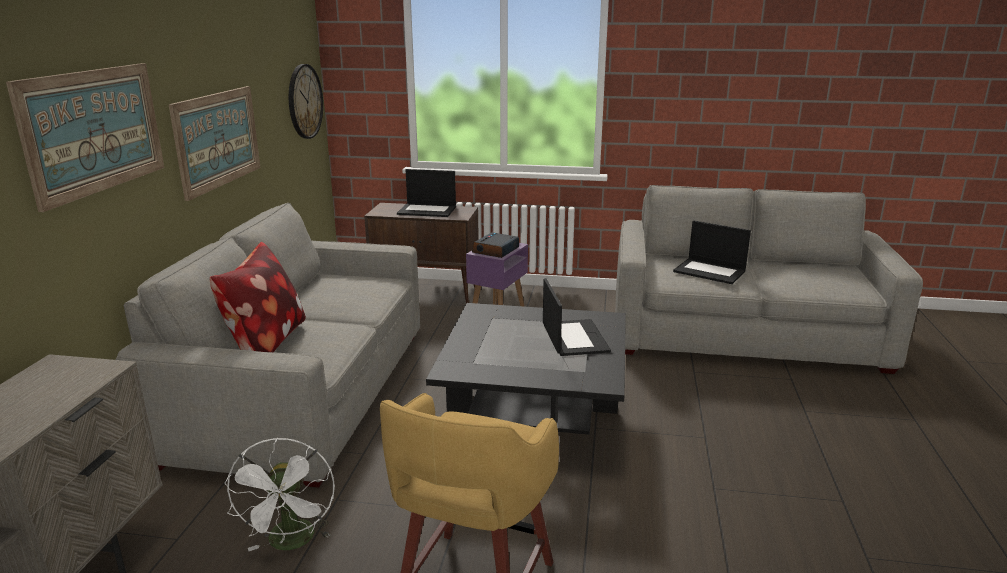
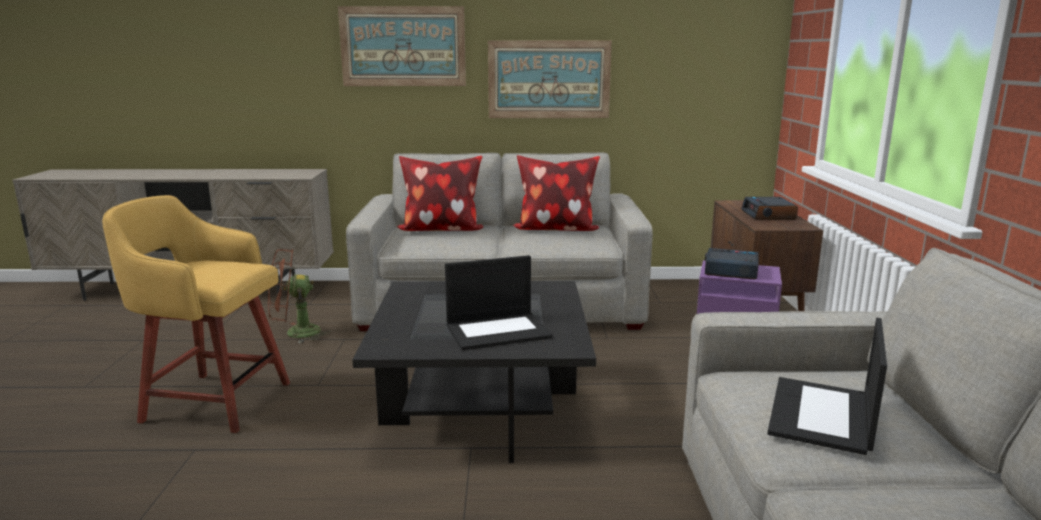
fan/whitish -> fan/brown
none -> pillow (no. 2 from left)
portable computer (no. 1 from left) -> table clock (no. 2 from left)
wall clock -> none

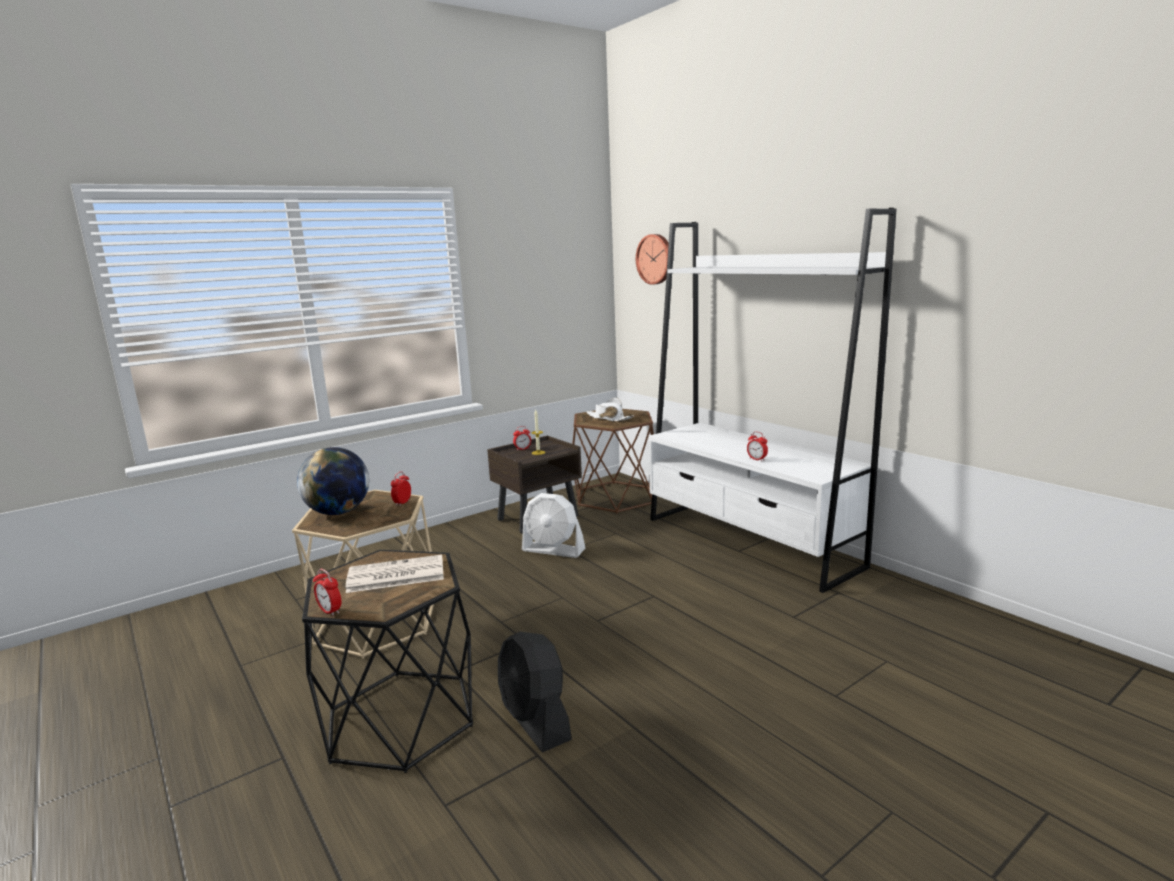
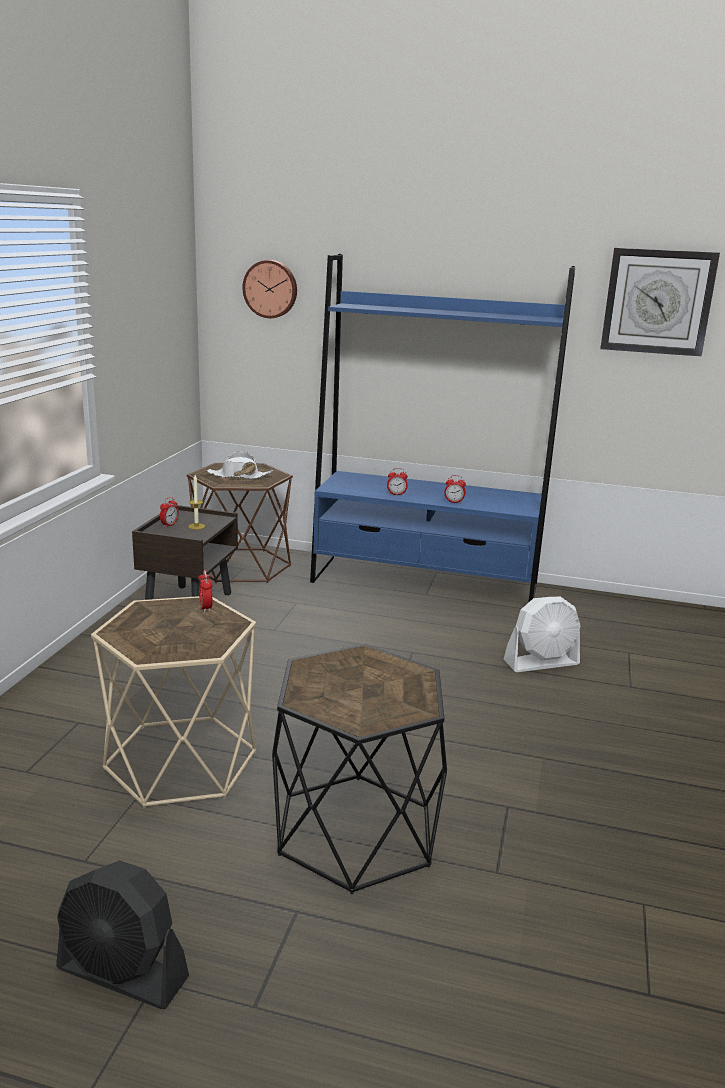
fan/blackish, relocated
bookcase/whitish -> bookcase/blue-coloured
table clock (no. 1 from left in the first image) -> table clock (no. 3 from left), relocated
fan/whitish, relocated
none -> wall clock (no. 2 from left)
desk globe -> none
daily paper -> none

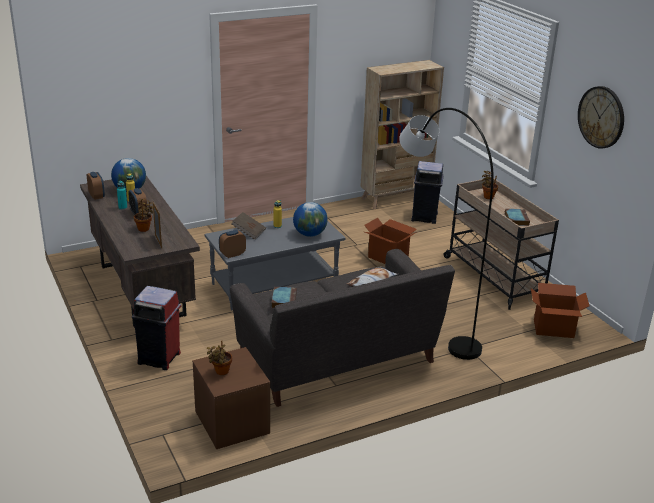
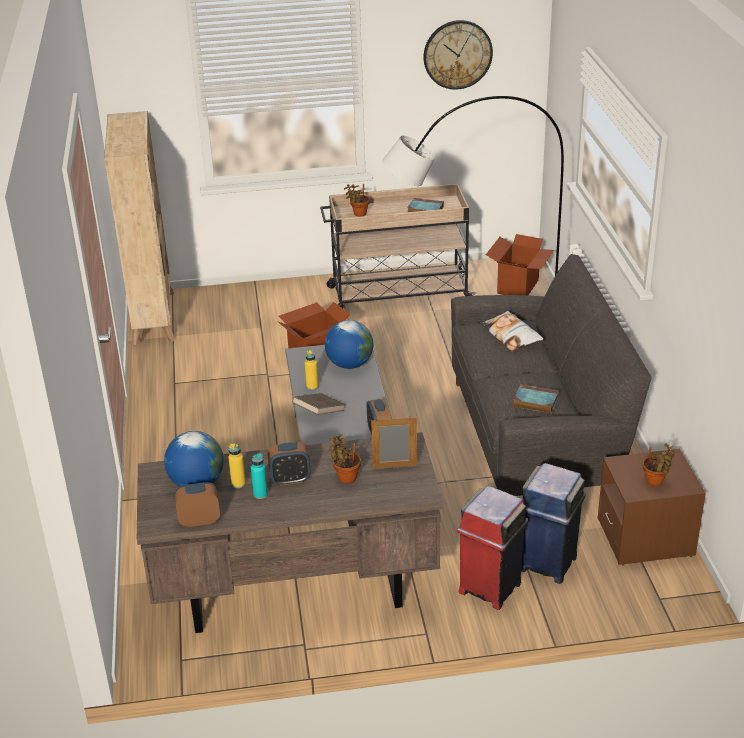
rubbish bin/blue-coloured, relocated

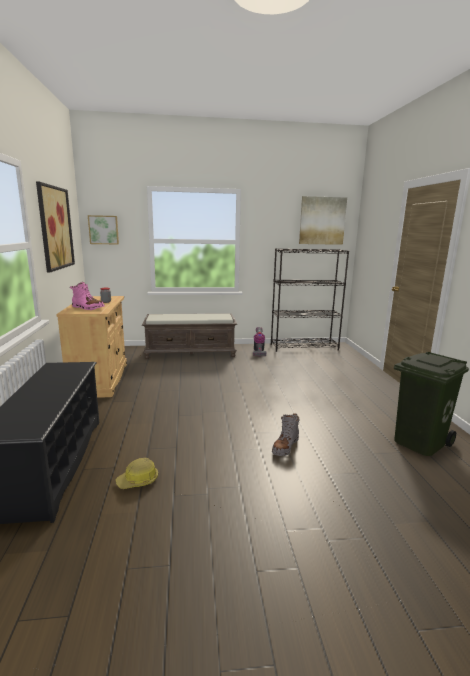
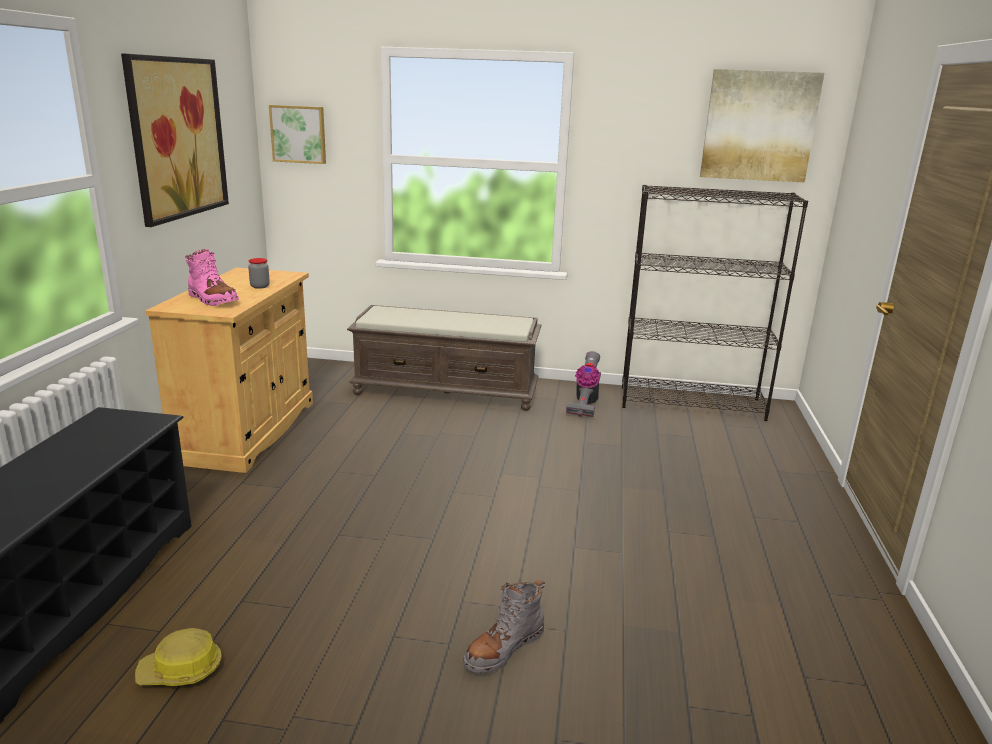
rubbish bin/greenish -> none

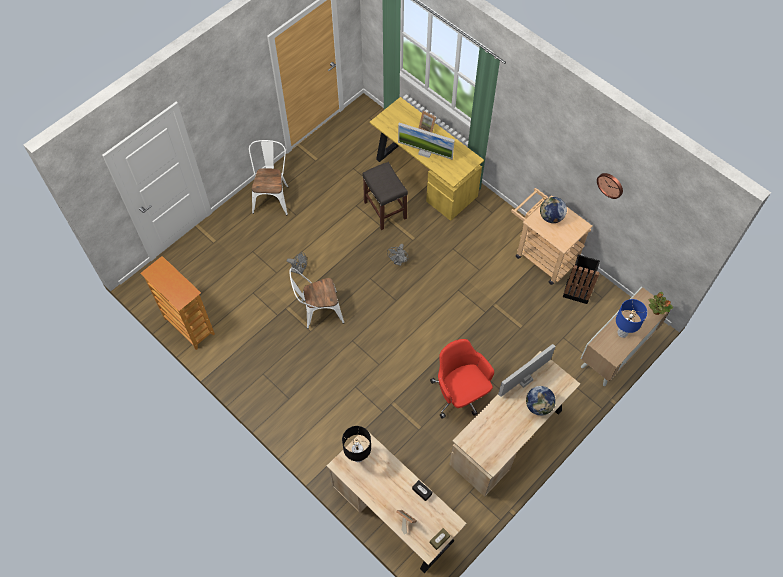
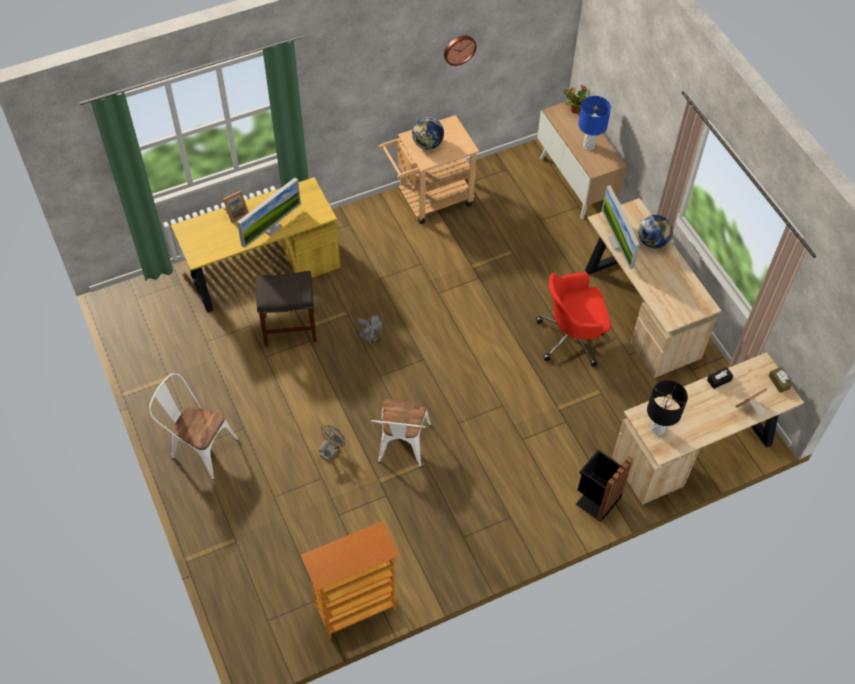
rubbish bin/blackish, relocated

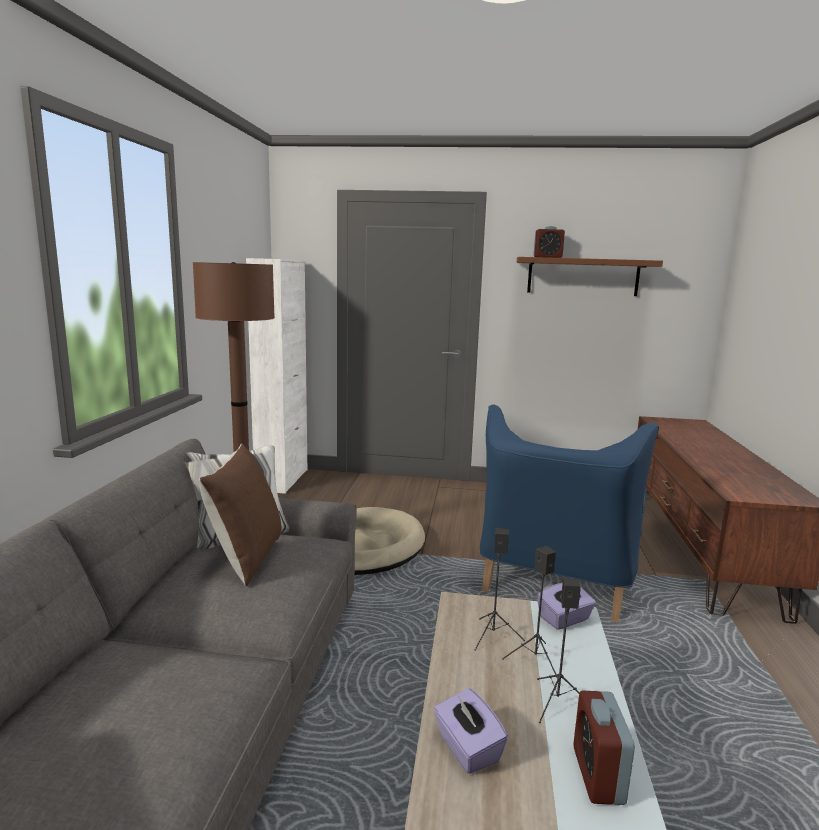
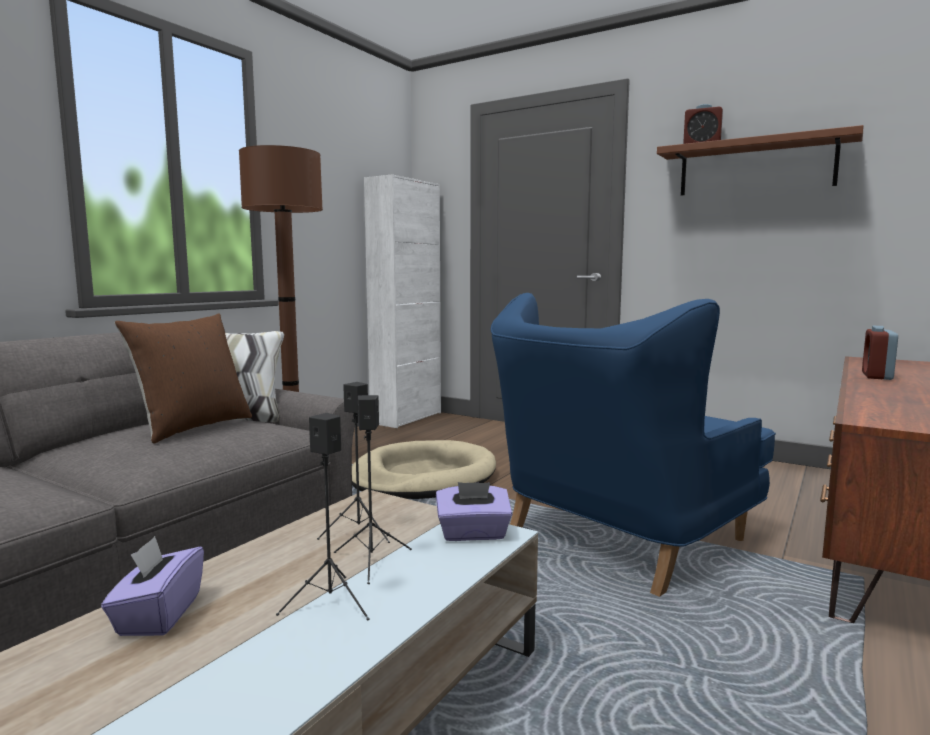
table clock (no. 2 from left), relocated

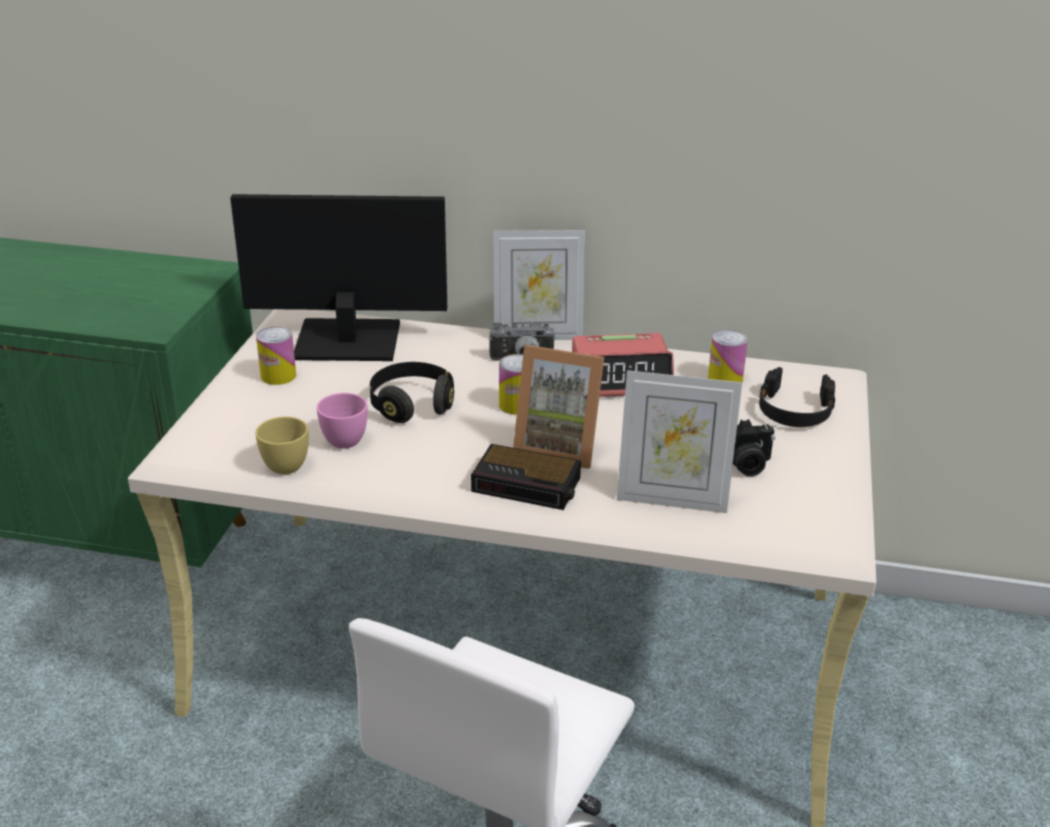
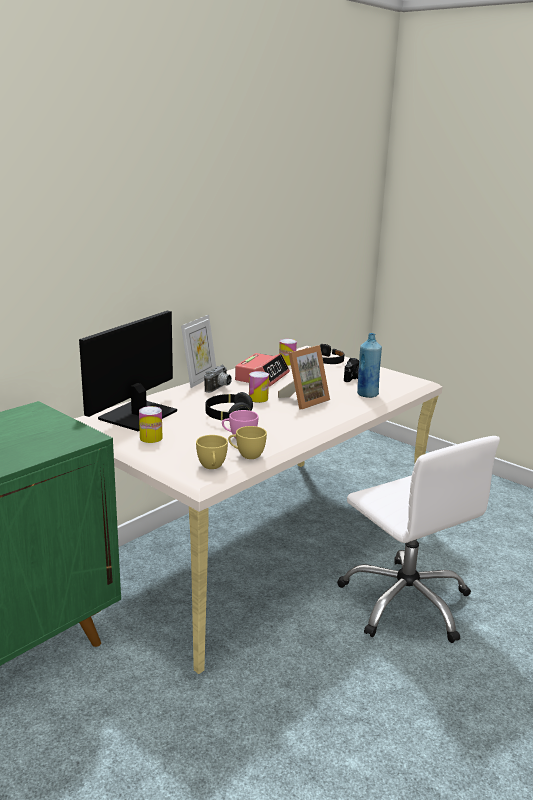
none -> small cup/yellow-coloured (no. 1 from left)
photo frame (no. 3 from left) -> bottle/blue-coloured
table clock (no. 1 from left) -> none

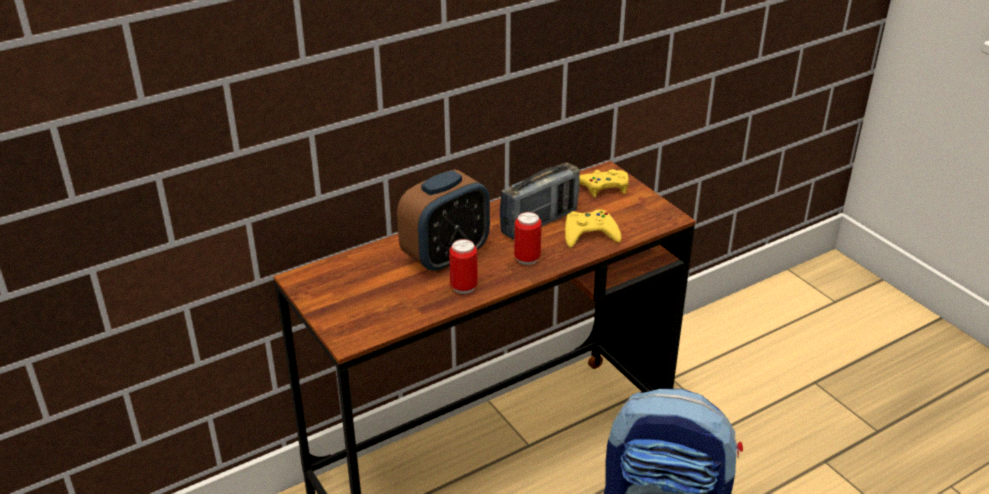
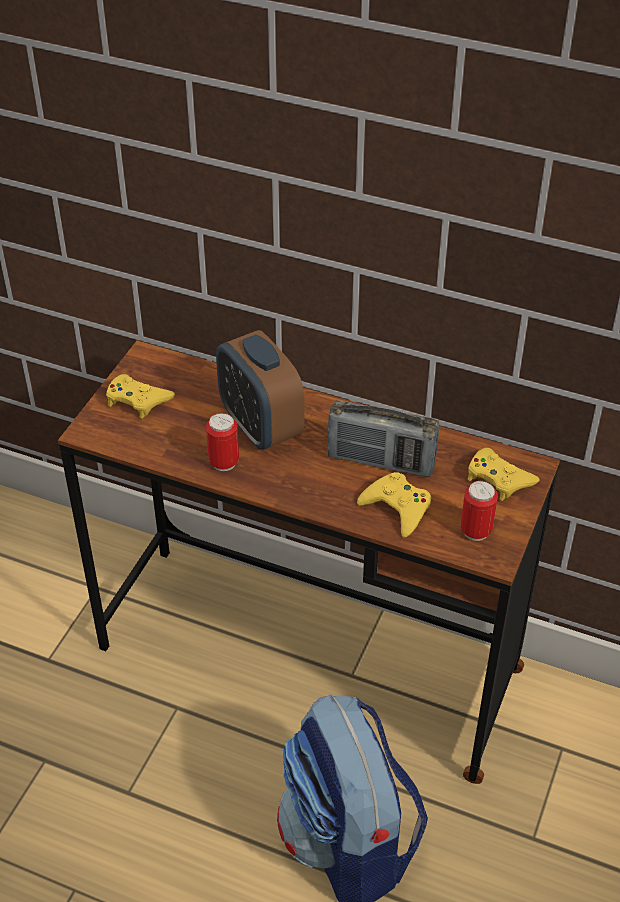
none -> joypad/yellow-coloured (no. 1 from left)
table clock, 45 degrees clockwise
can (no. 2 from left), relocated

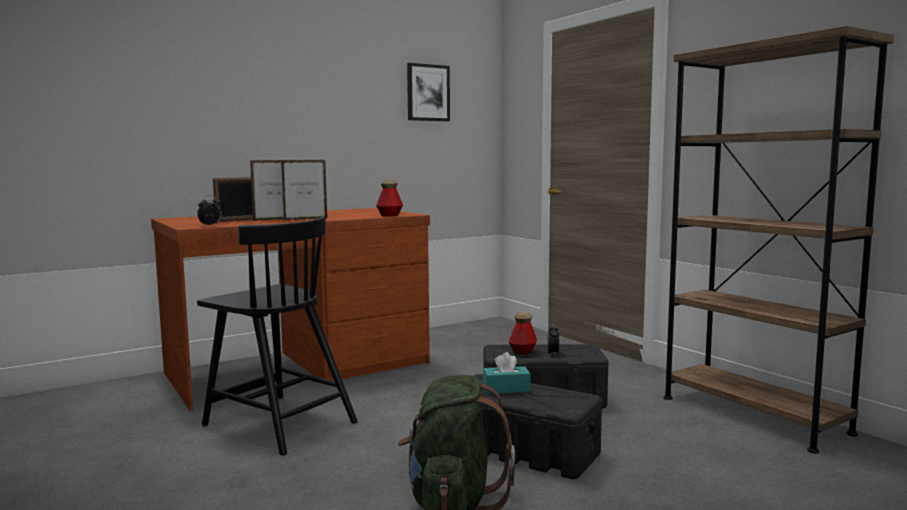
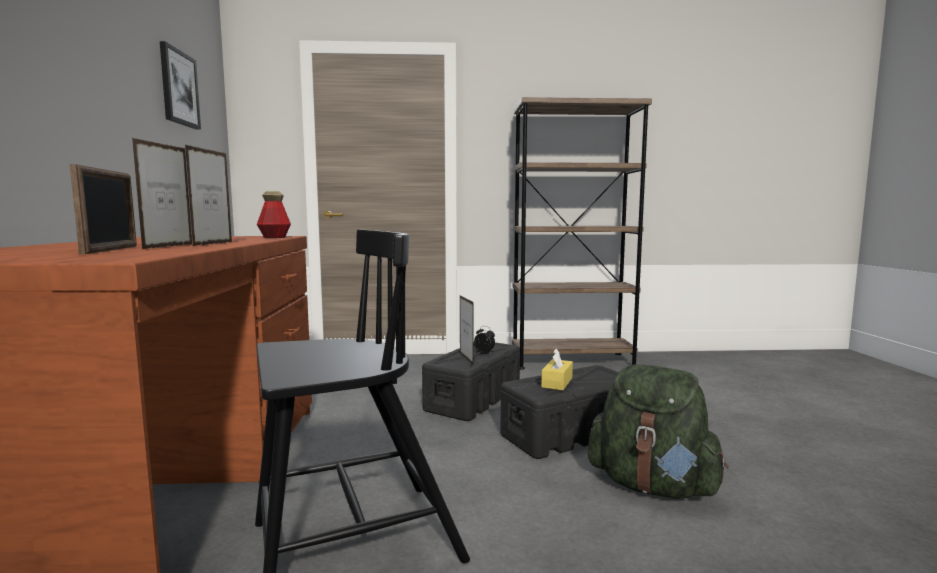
bottle (no. 2 from left) -> photo frame (no. 4 from left)
box of tissues/turquoise -> box of tissues/yellow-coloured
table clock (no. 1 from left) -> none

